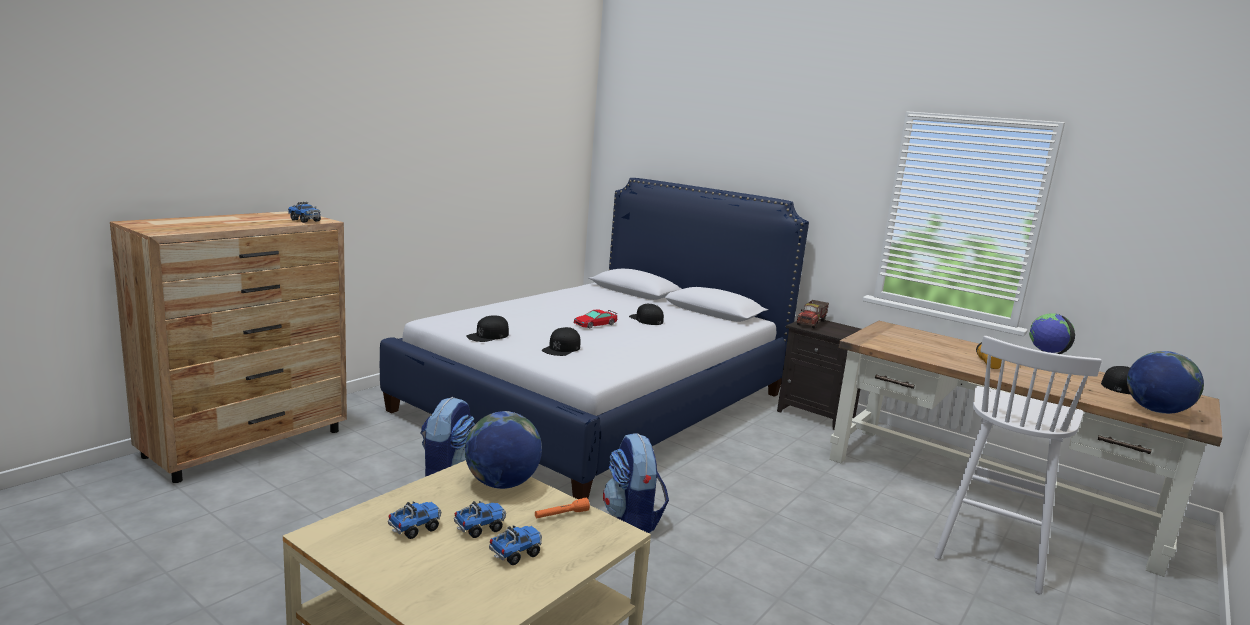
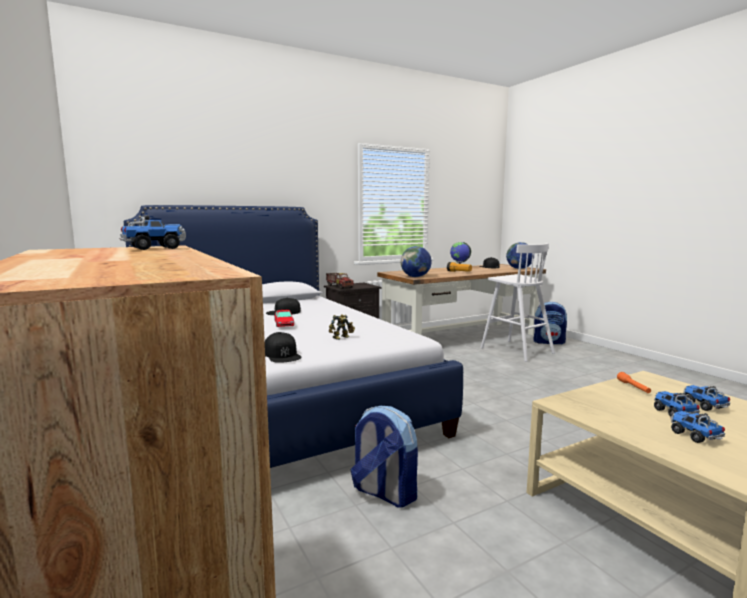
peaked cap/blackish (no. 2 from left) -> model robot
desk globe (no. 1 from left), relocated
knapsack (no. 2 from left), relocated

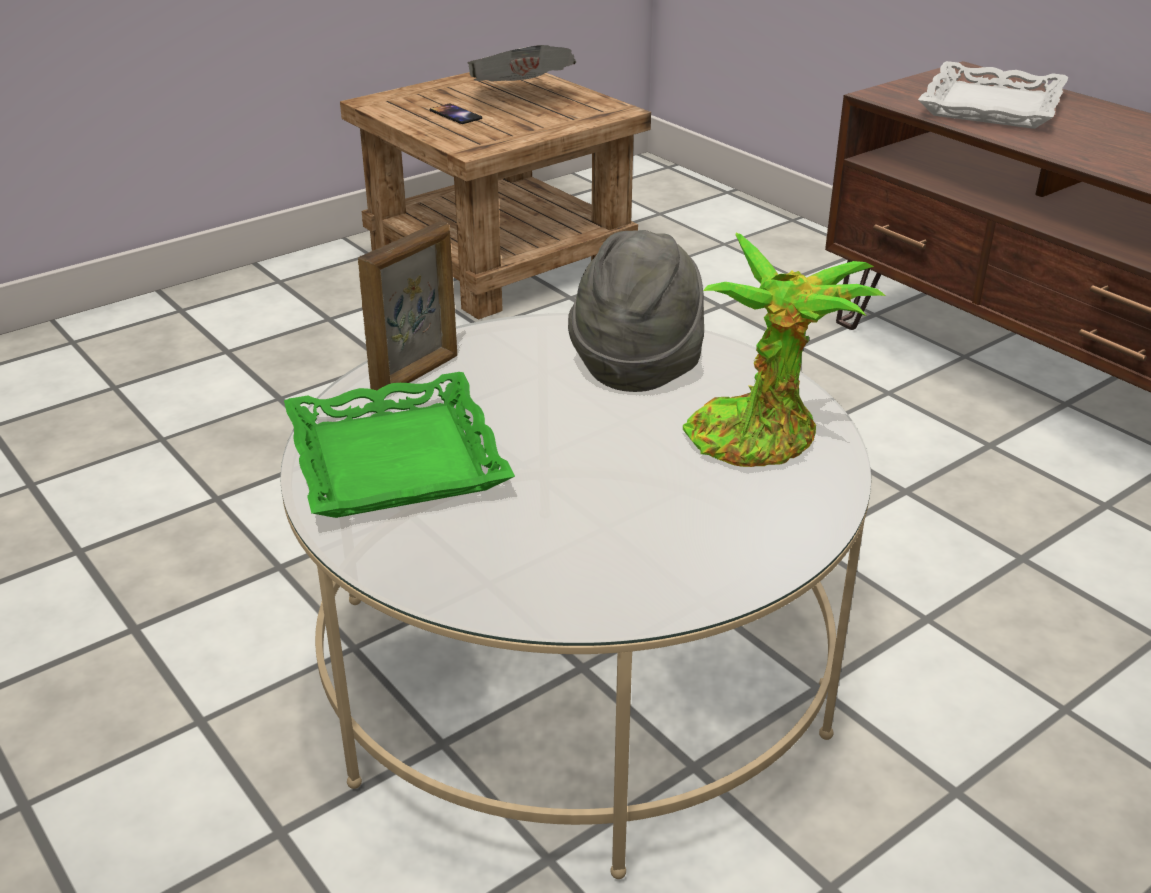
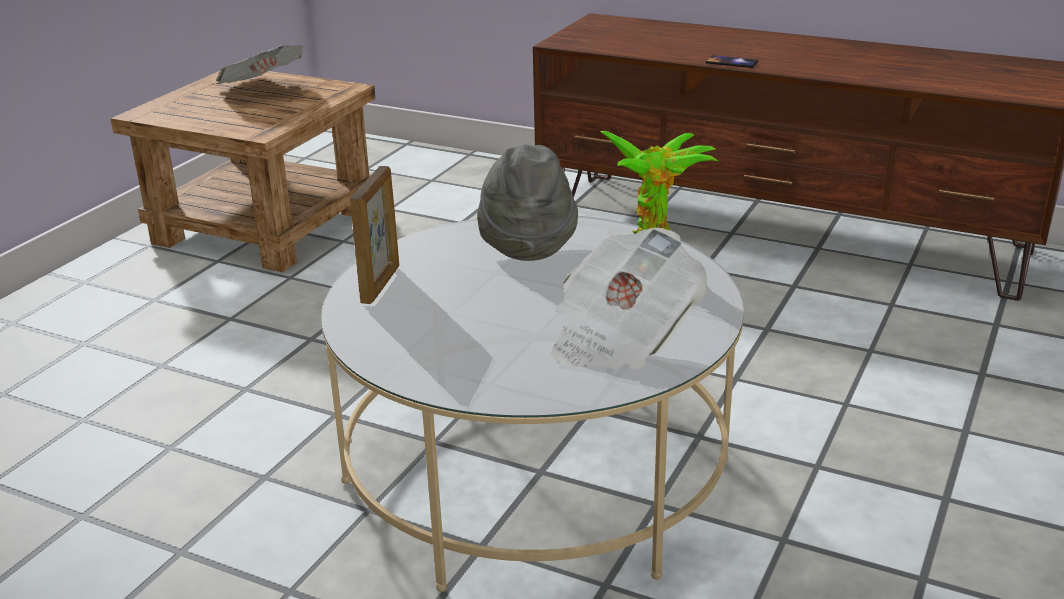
none -> daily paper (no. 2 from left)
telephone, relocated
tray/greenish -> none
tray/whitish -> none

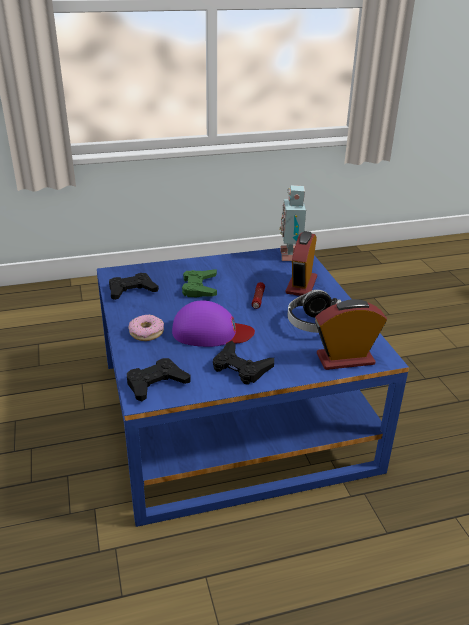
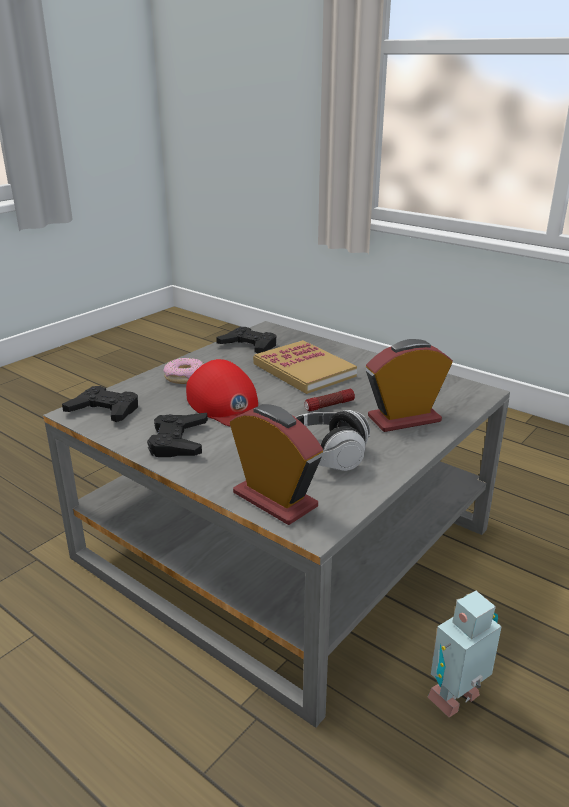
low table/blue-coloured -> low table/grey
peaked cap/purplish -> peaked cap/reddish
joypad/greenish -> bound book
model robot, relocated

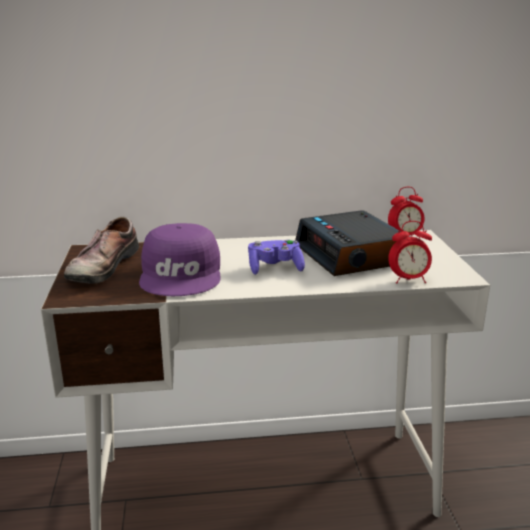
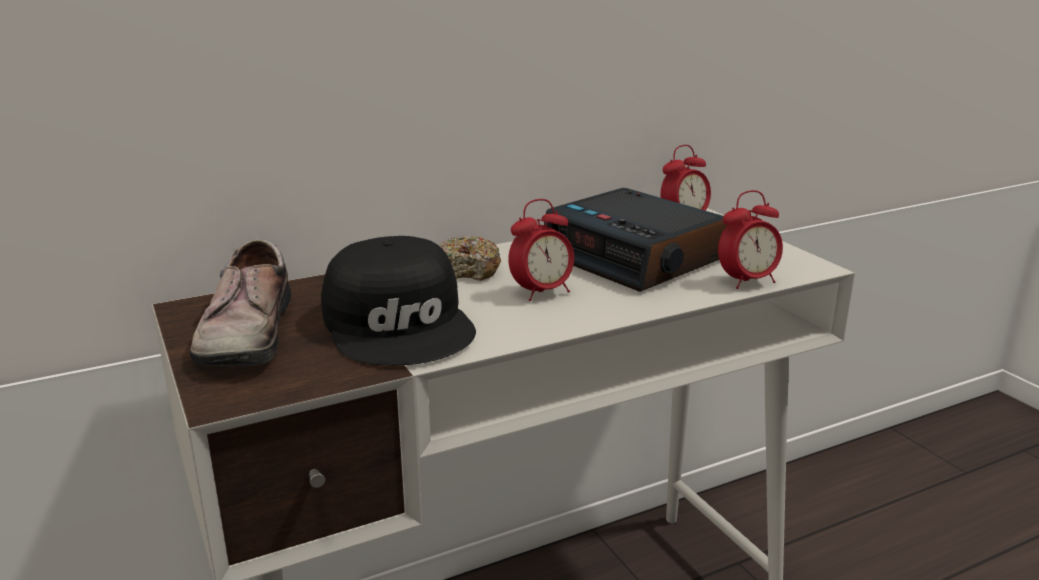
peaked cap/purplish -> peaked cap/blackish
none -> doughnut
joypad/purplish -> table clock (no. 1 from left)

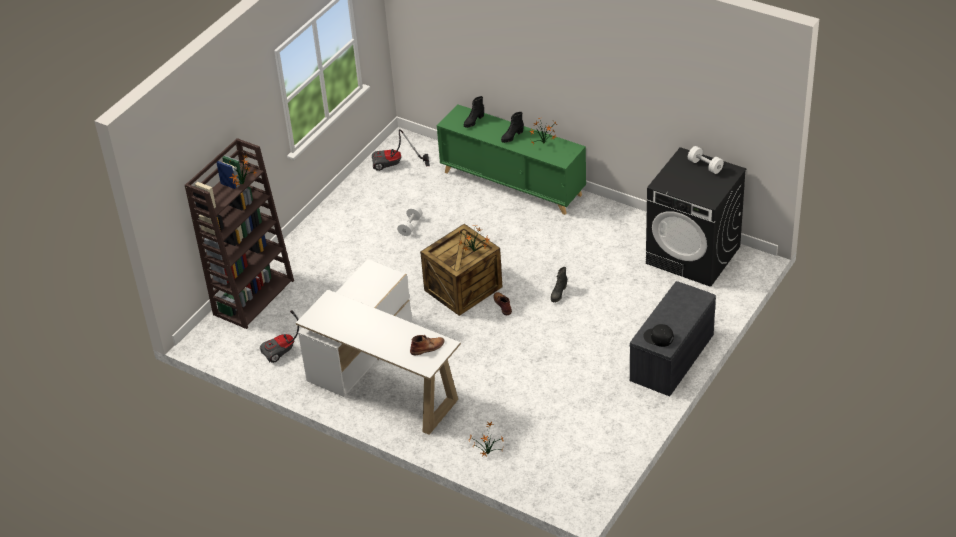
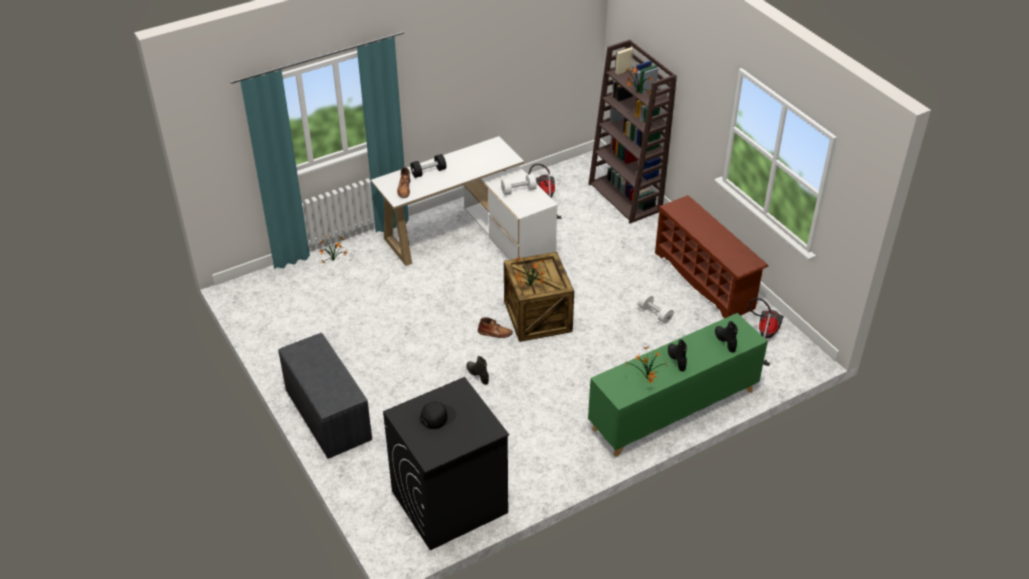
none -> dumbbell/blackish
peaked cap/blackish, relocated
dumbbell/whitish (no. 2 from left in the first image) -> dumbbell/whitish (no. 1 from left), relocated
none -> shoe shelf/brown

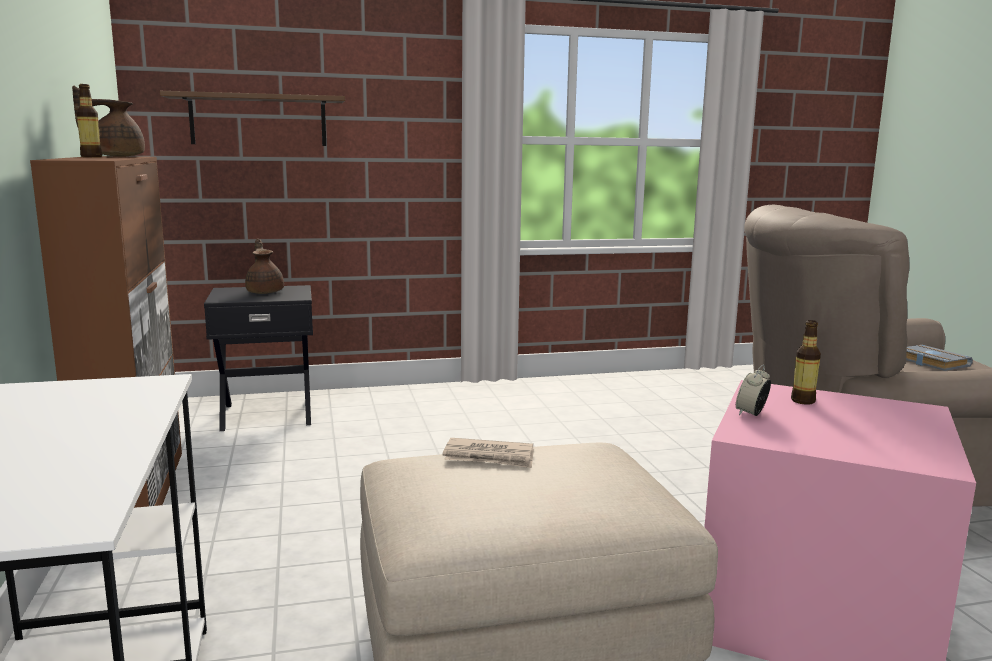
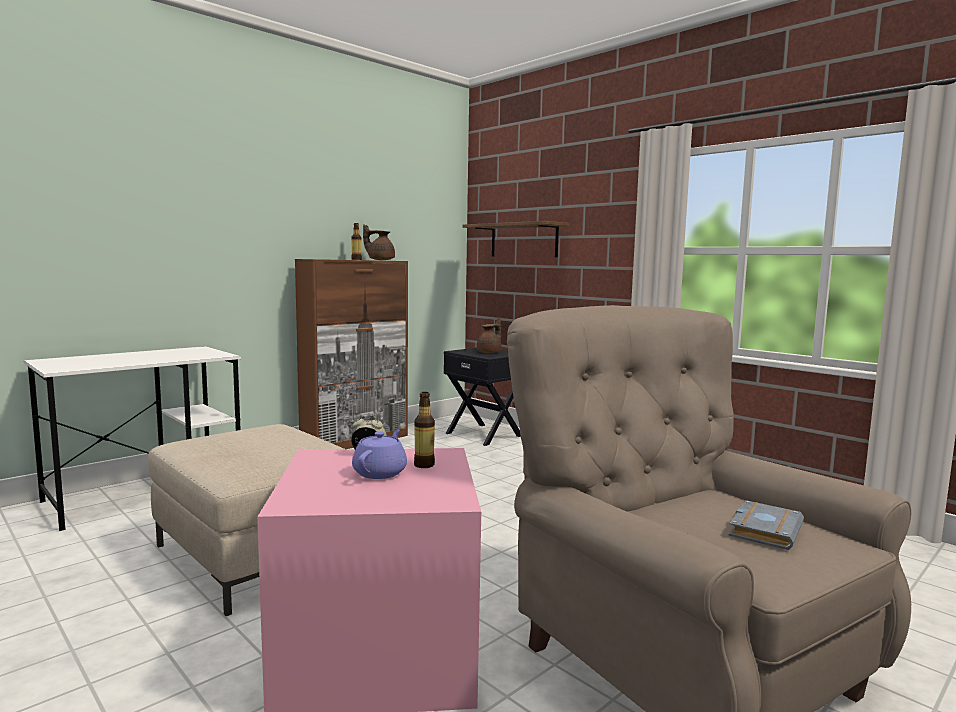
none -> pot for tea/purplish
daily paper -> none

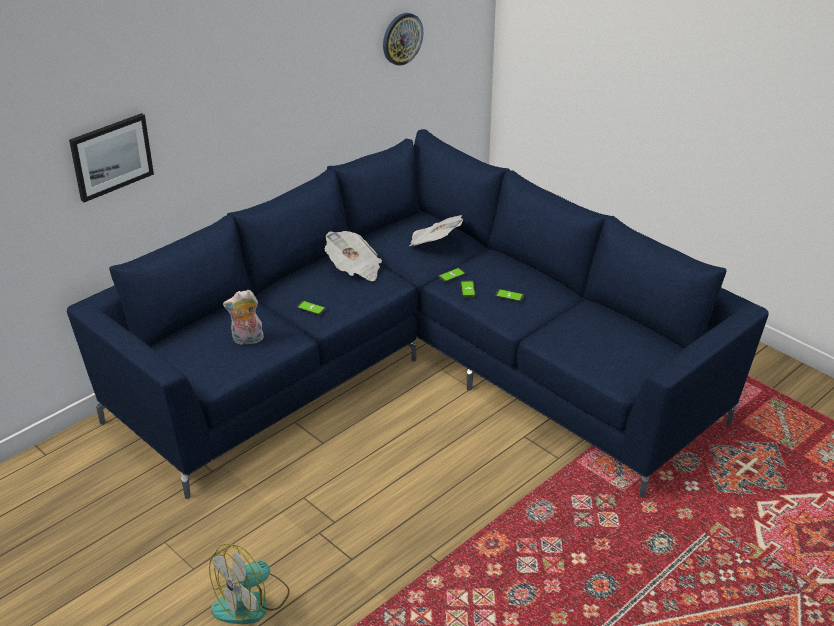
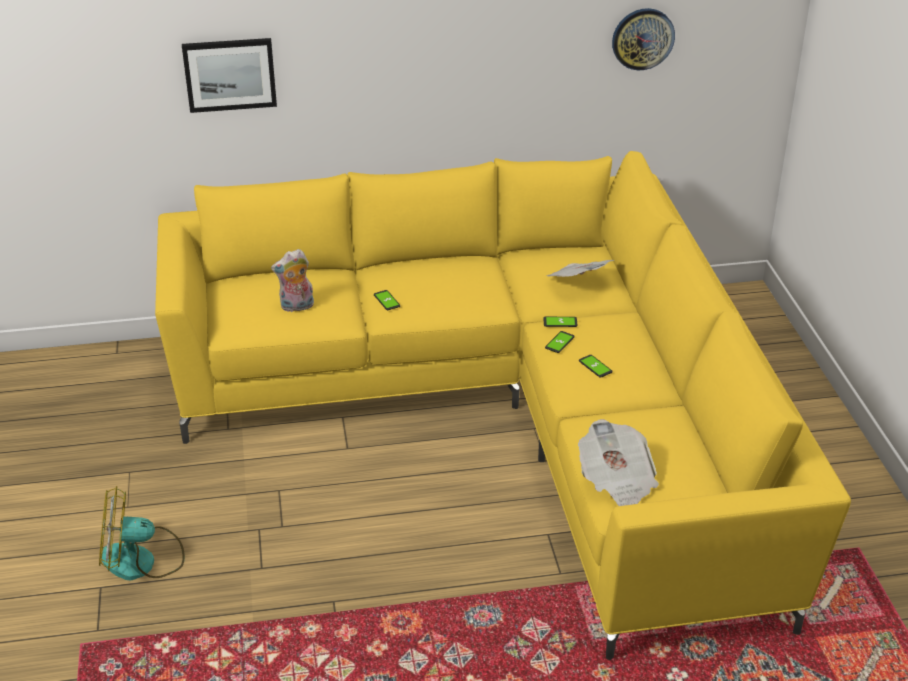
couch/blue-coloured -> couch/yellow-coloured
cuddly toy, 45 degrees counterclockwise
daily paper (no. 1 from left in the first image) -> daily paper (no. 2 from left), relocated

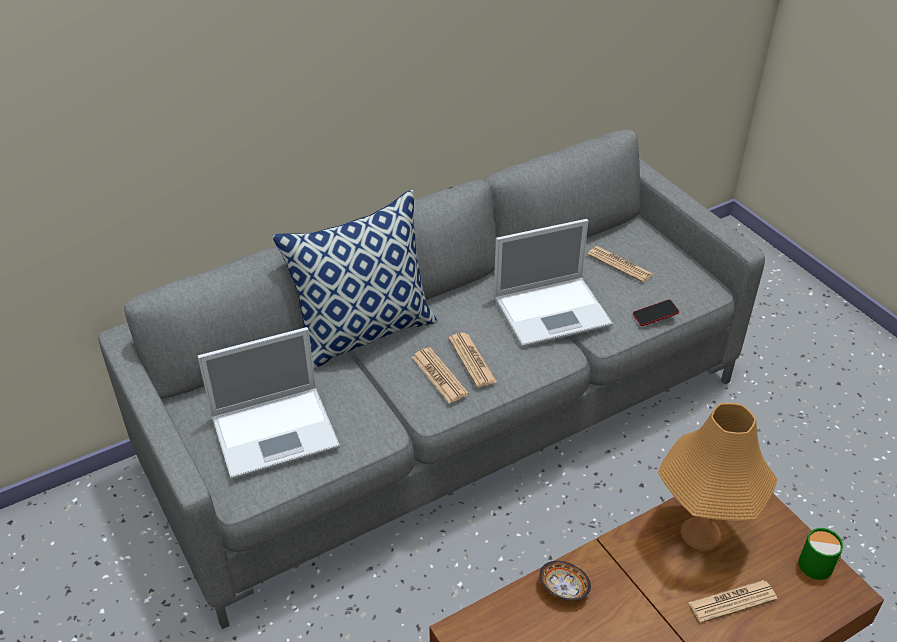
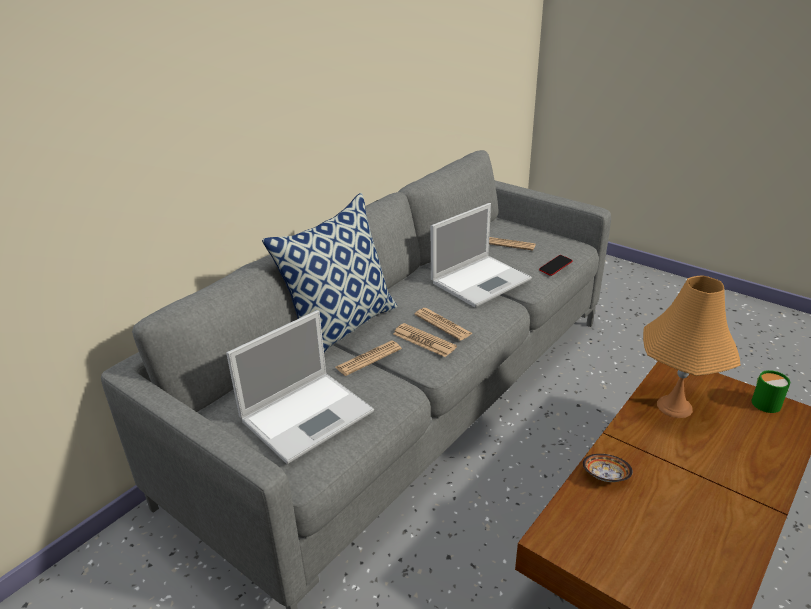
daily paper (no. 4 from left in the first image) -> daily paper (no. 1 from left), relocated

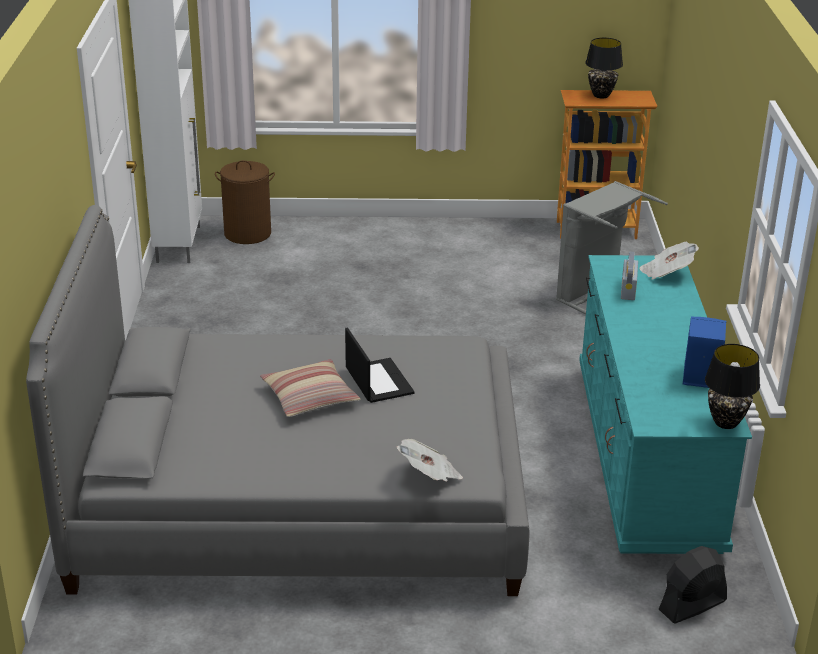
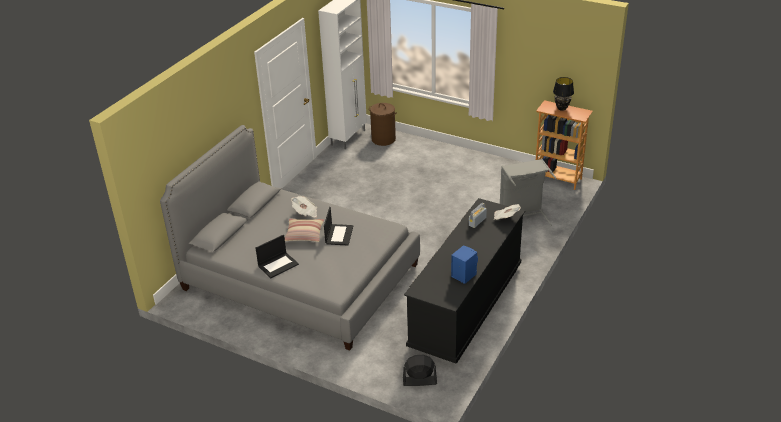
none -> portable computer (no. 1 from left)
daily paper (no. 1 from left), relocated
dresser/turquoise -> dresser/blackish
lamp for a table/blackish (no. 2 from left) -> none

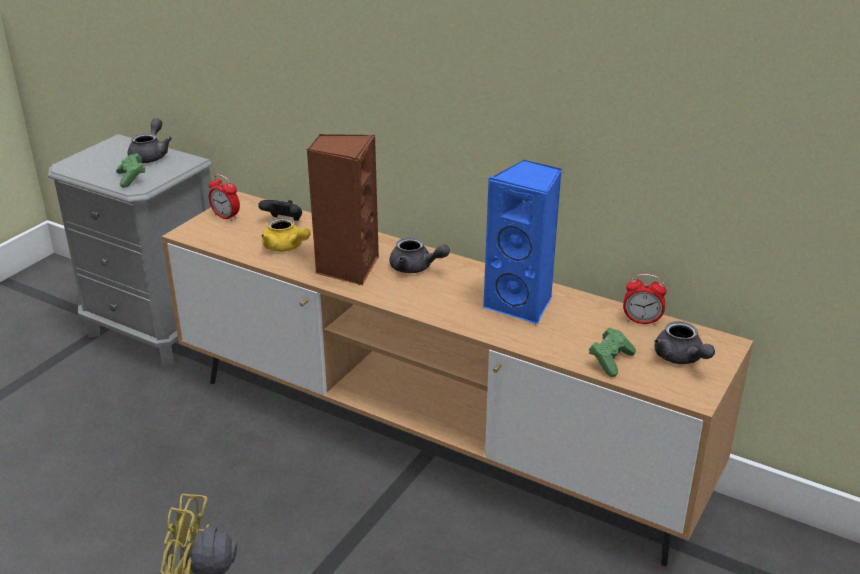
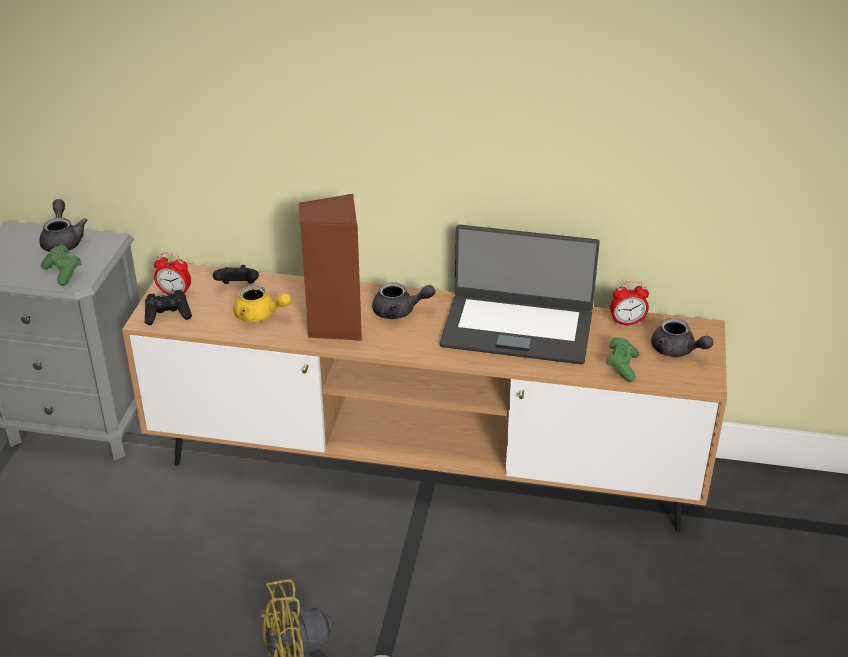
none -> joypad/blackish (no. 1 from left)
loudspeaker/blue-coloured -> portable computer

